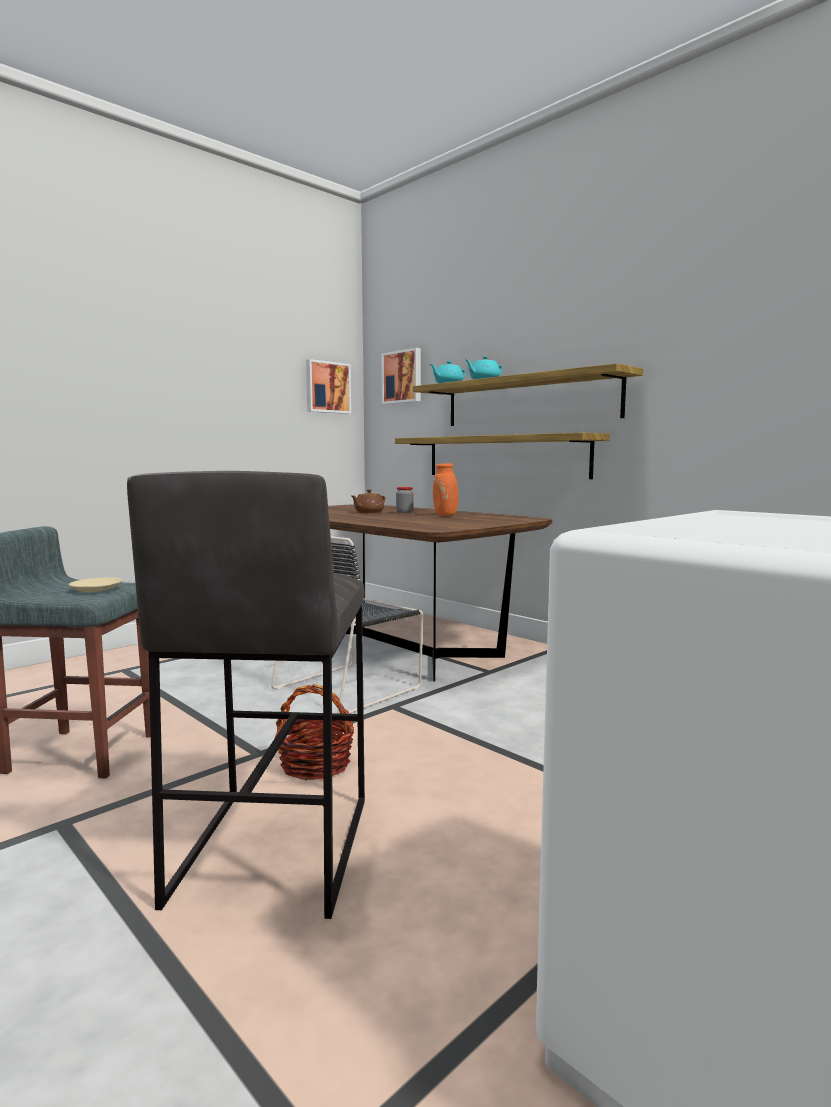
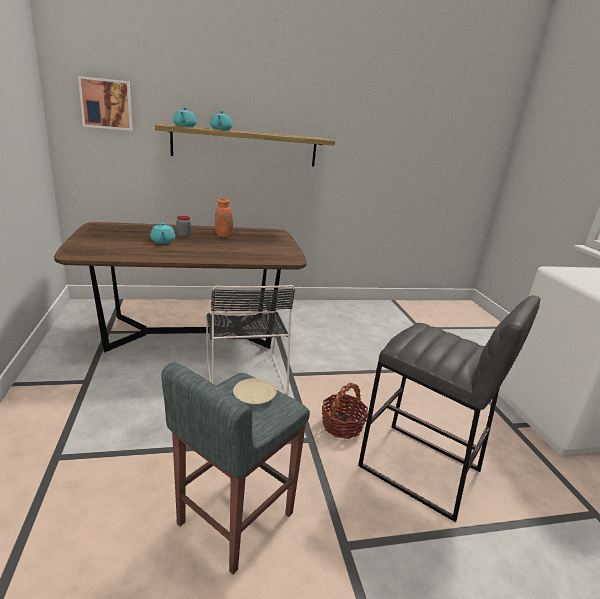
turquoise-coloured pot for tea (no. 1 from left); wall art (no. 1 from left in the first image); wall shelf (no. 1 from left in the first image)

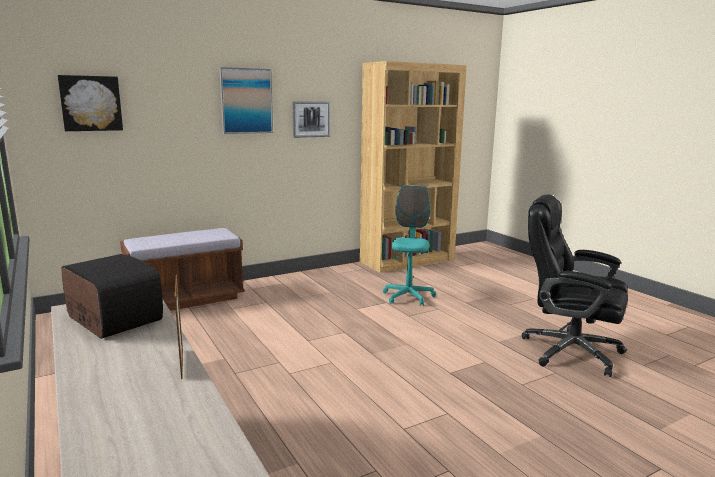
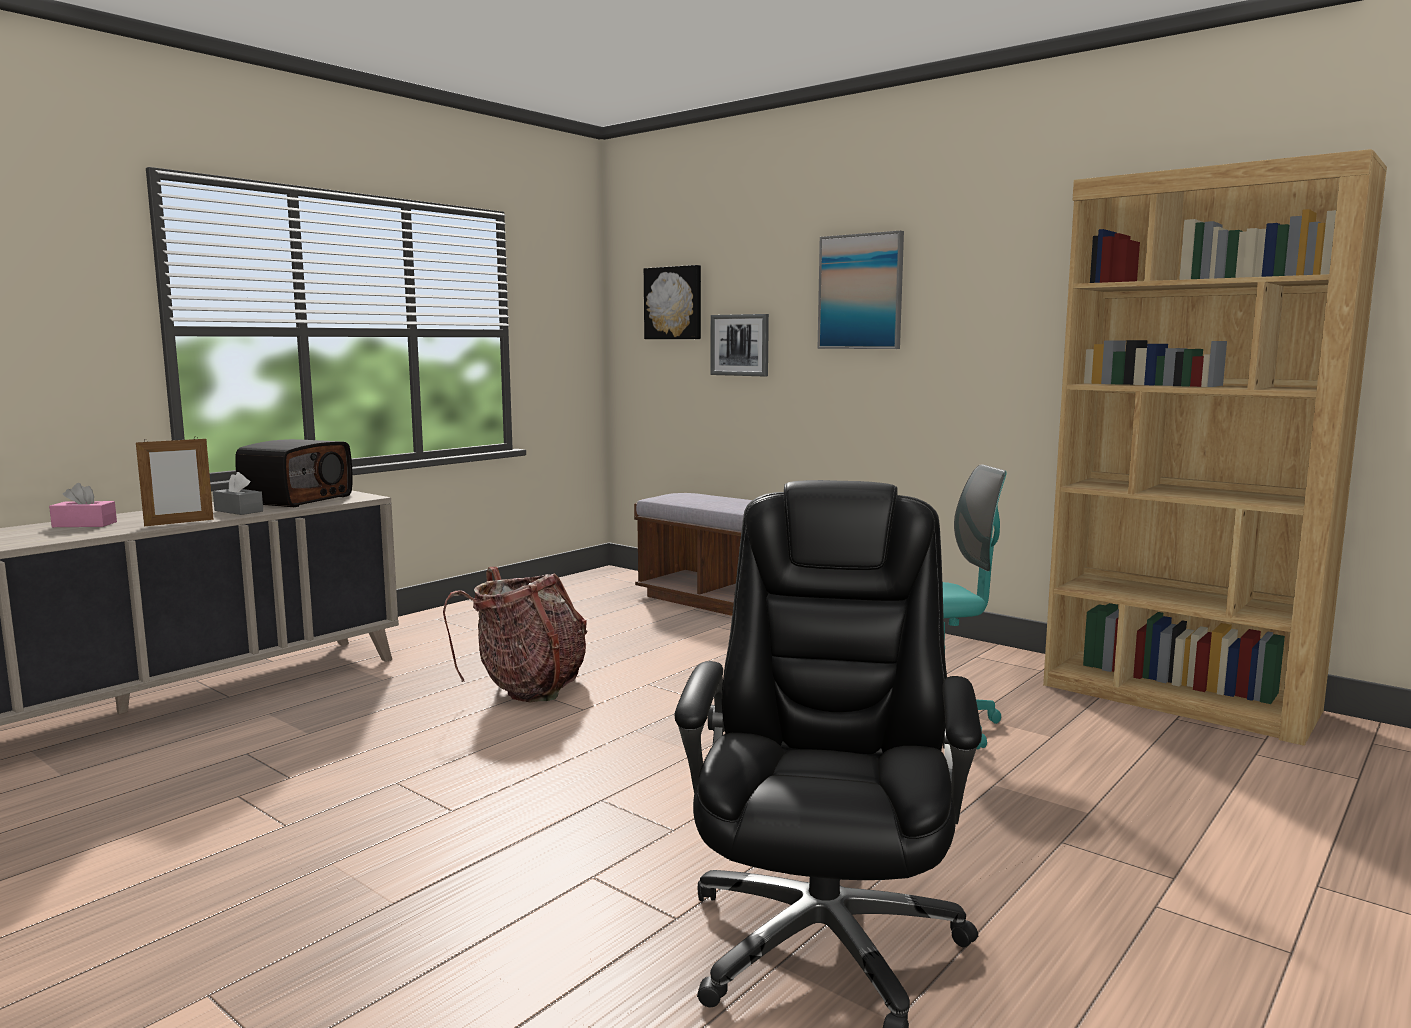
pink-coloured tissue holder; greyish tissue holder; rucksack; wall art (no. 2 from left)

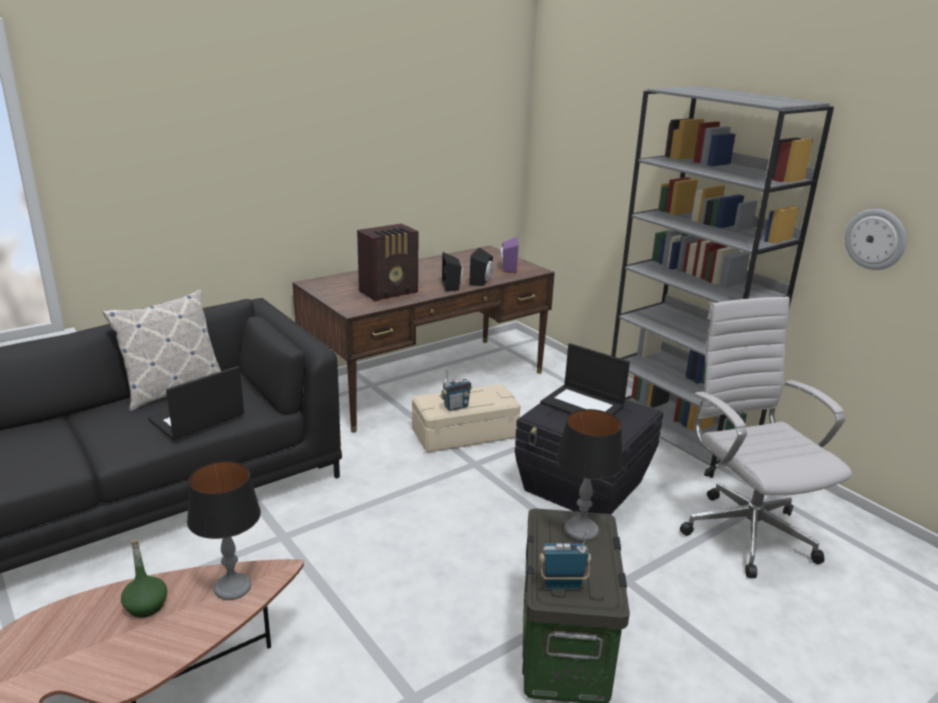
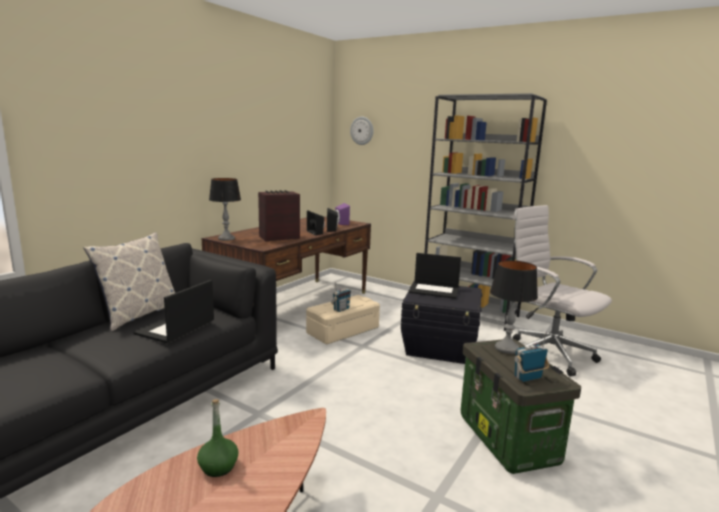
lamp for a table (no. 1 from left); radio (no. 1 from left); clock on the wall

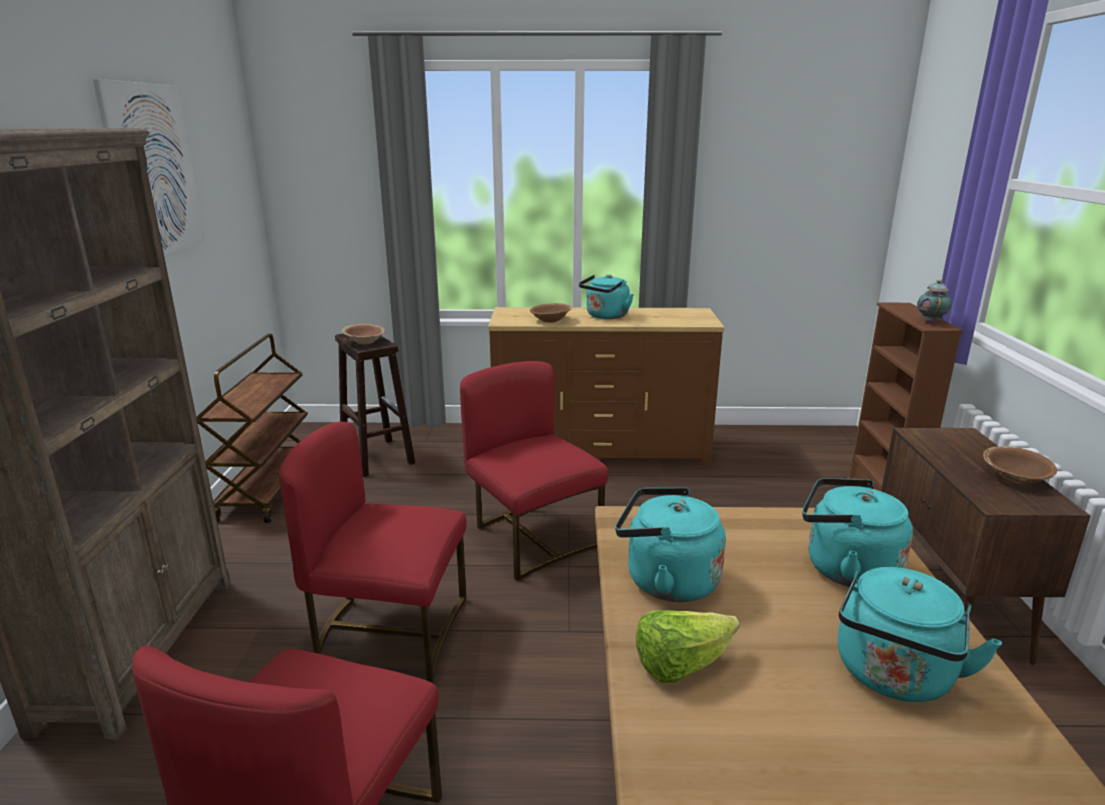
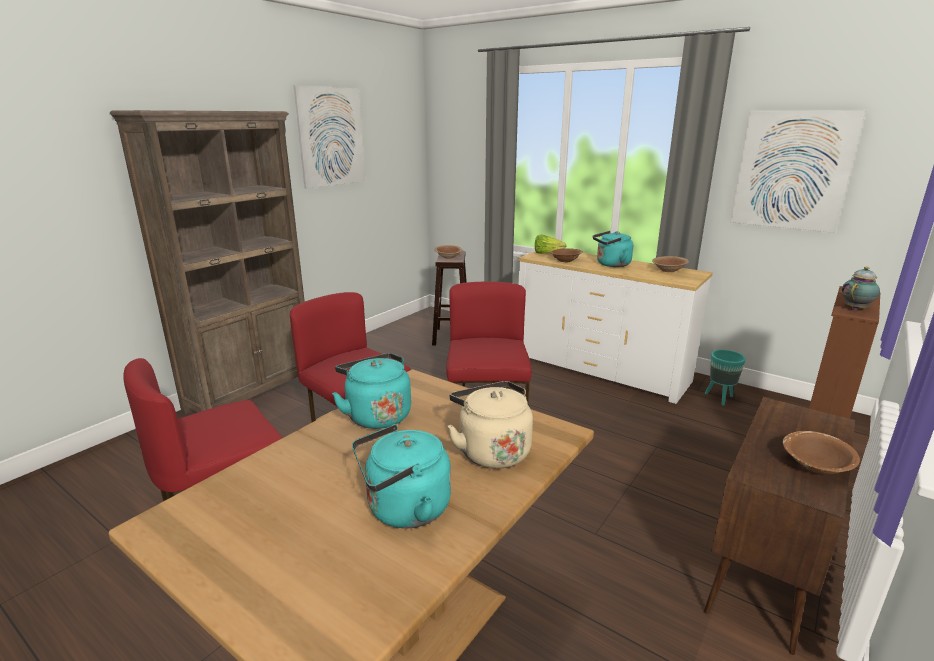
beige-coloured water kettle; white-coloured chest of drawers; lettuce; brownish serving bowl (no. 3 from left); turquoise-coloured flower pot; wall art (no. 2 from left); brownish cart

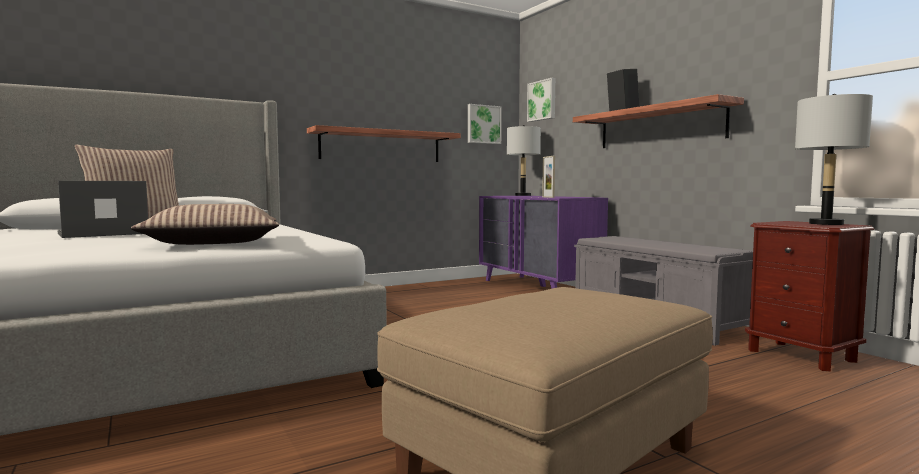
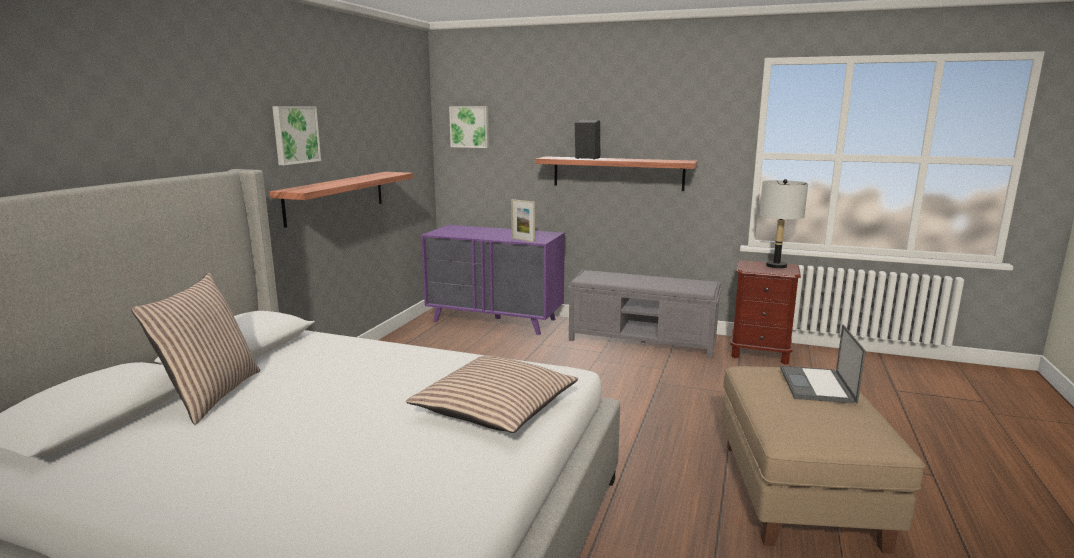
wall art (no. 1 from left); portable computer; greyish lamp for a table (no. 1 from left in the first image)

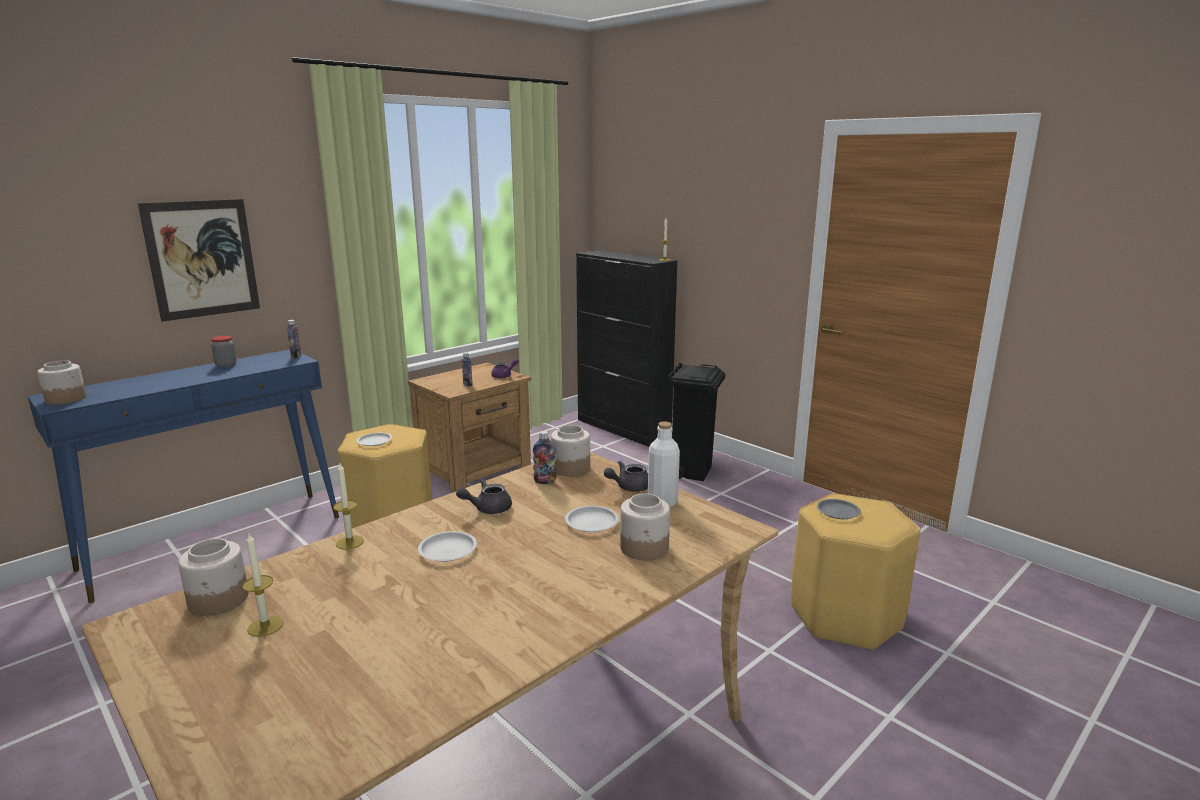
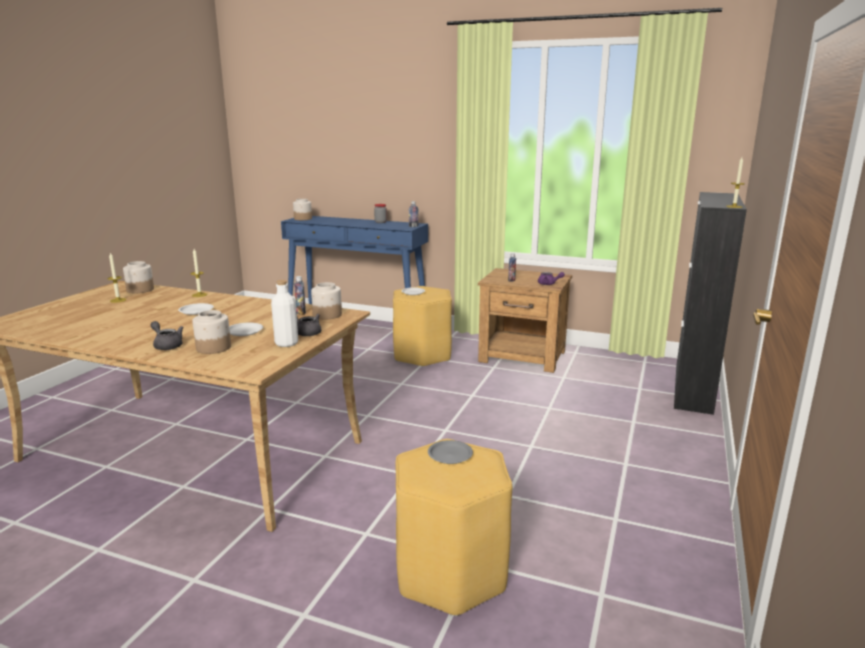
greyish pot for tea (no. 1 from left); wall art; black-coloured waste bin

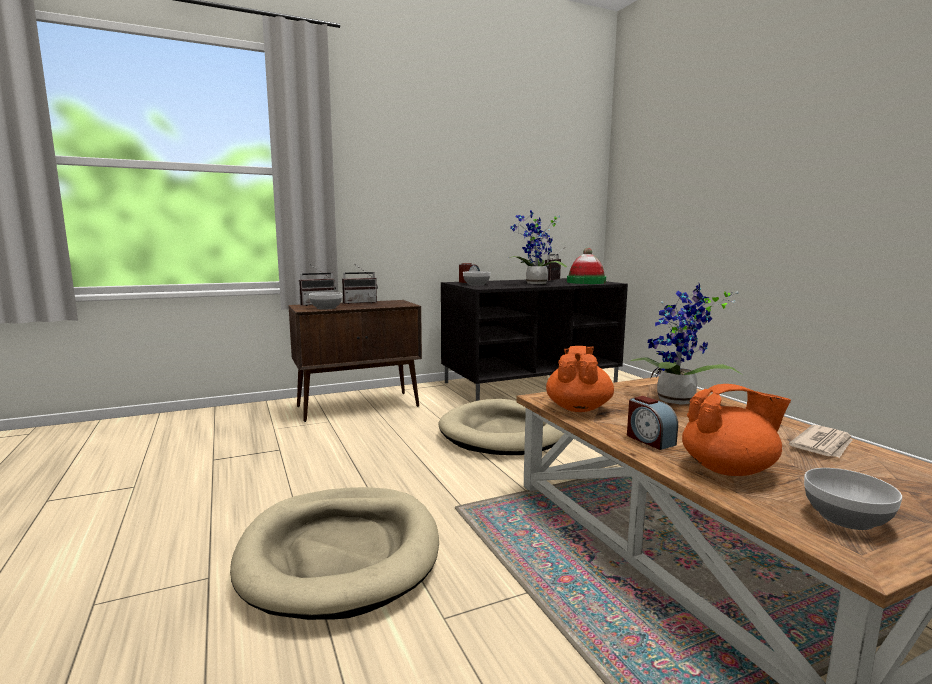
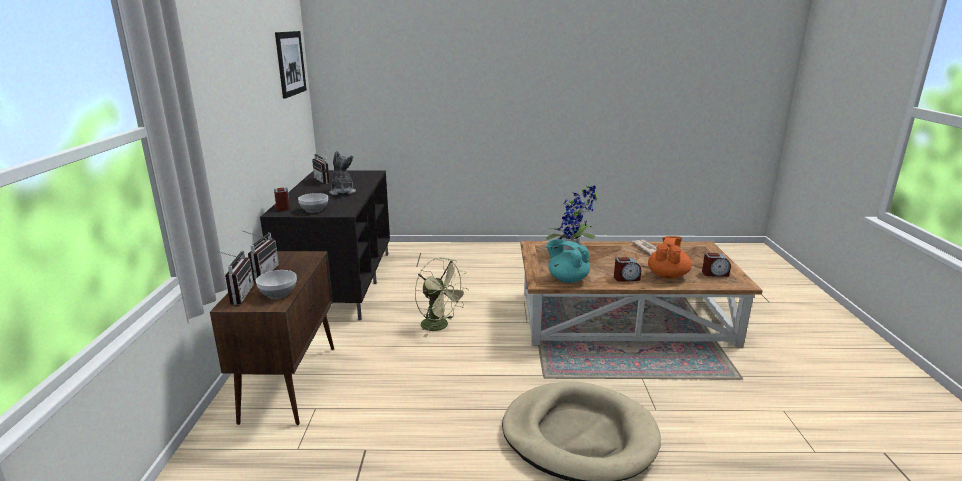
wall art; soft toy; green-coloured cooling fan; turquoise-coloured pot for tea; table clock (no. 3 from left); hat

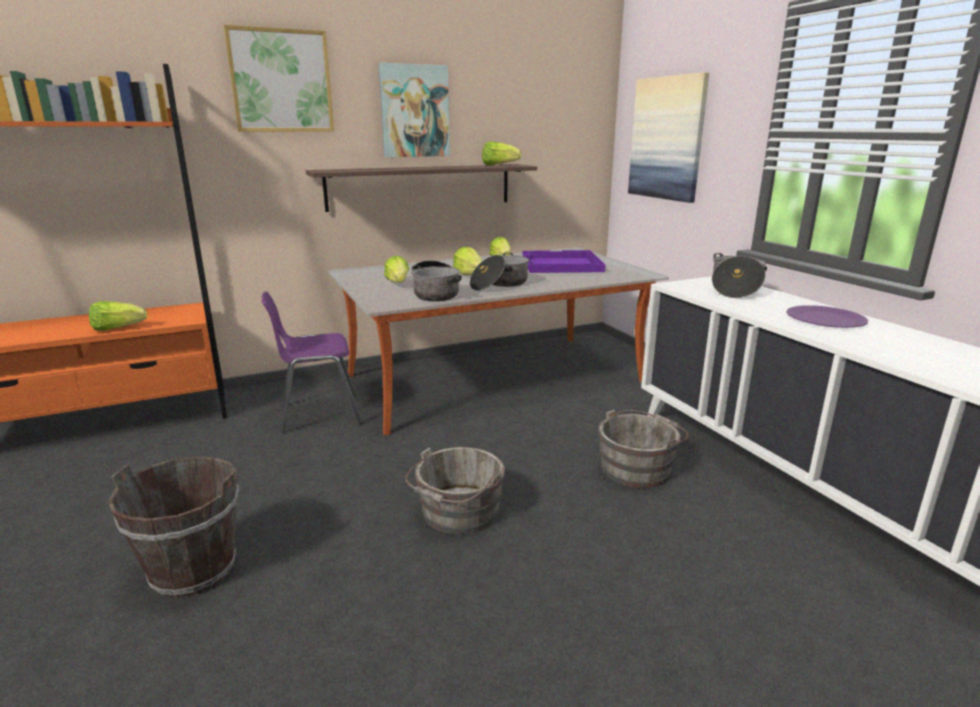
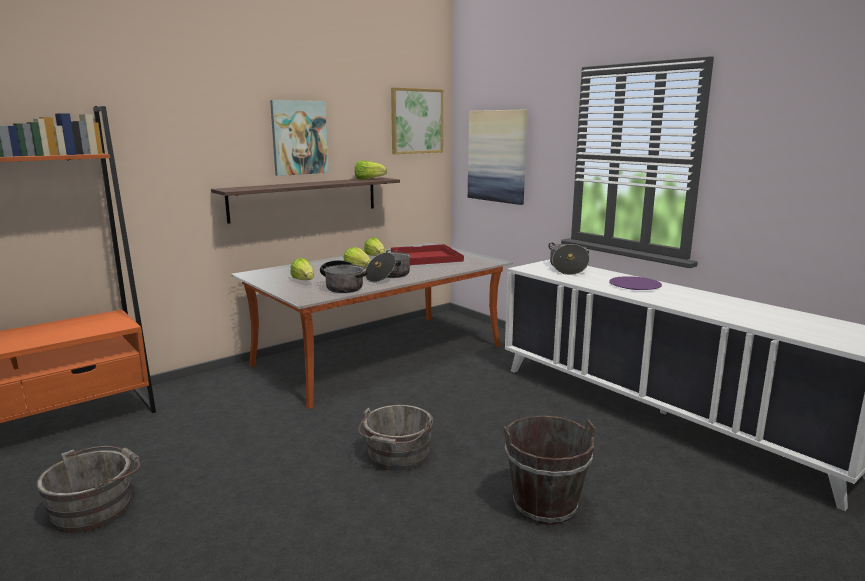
greyish water bucket (no. 1 from left); wall art (no. 2 from left); reddish tray; brownish water bucket; lettuce (no. 1 from left in the first image); purple-coloured upright chair

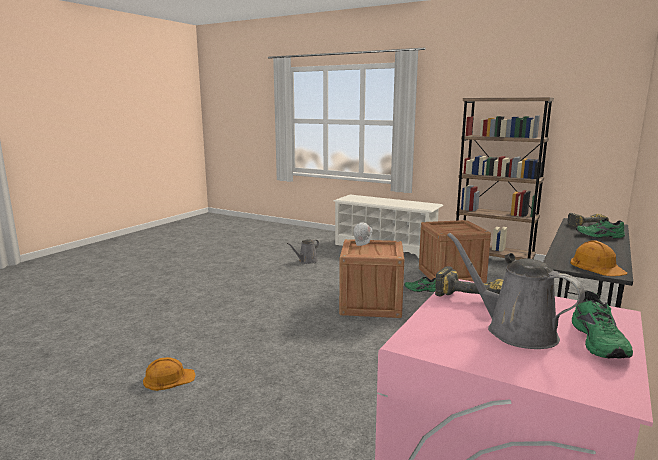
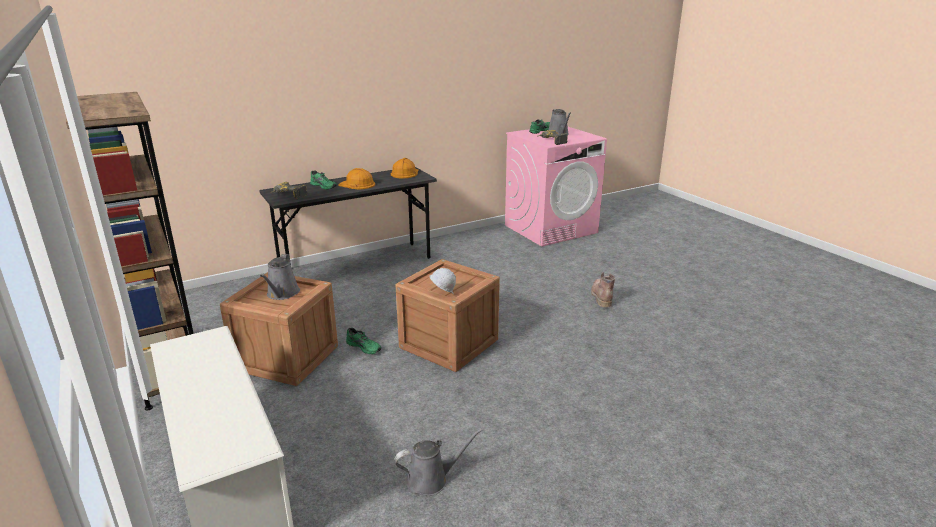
greyish watering can (no. 1 from left); orange safety helmet (no. 1 from left); brownish boot

